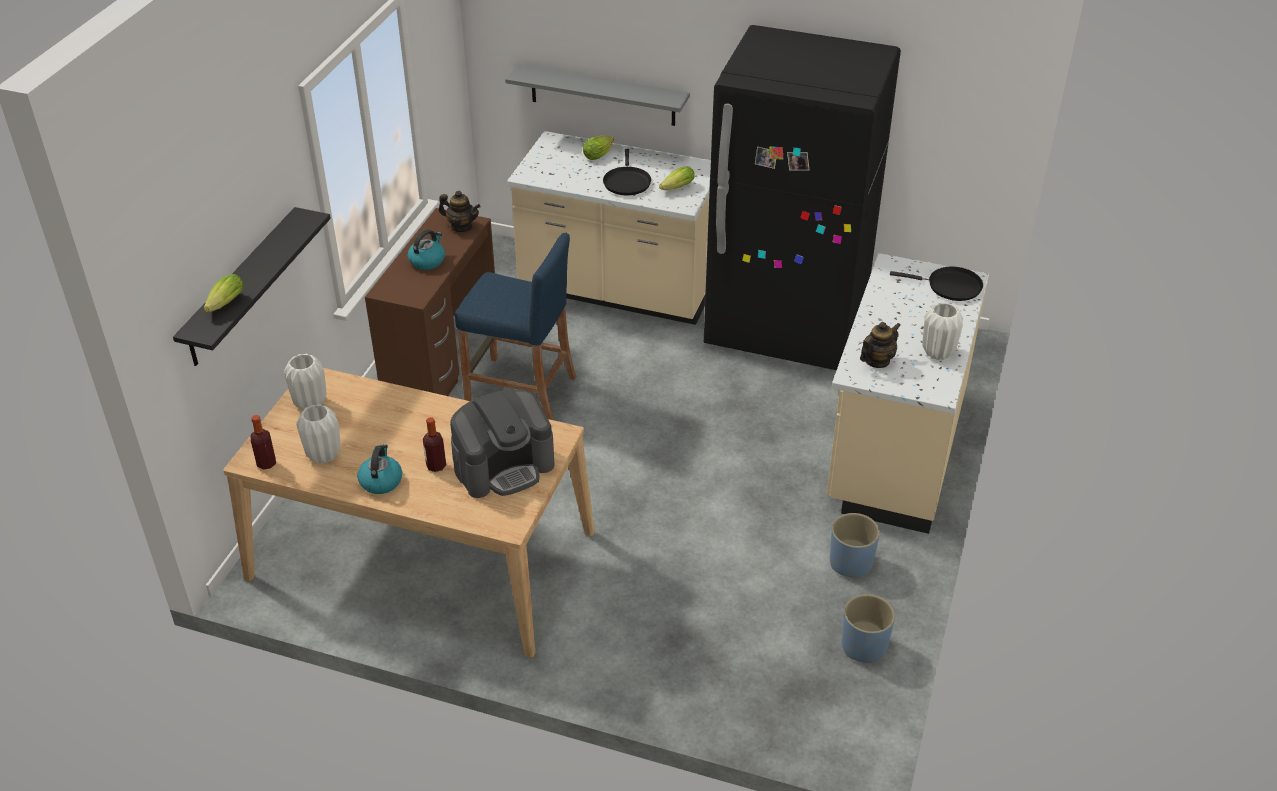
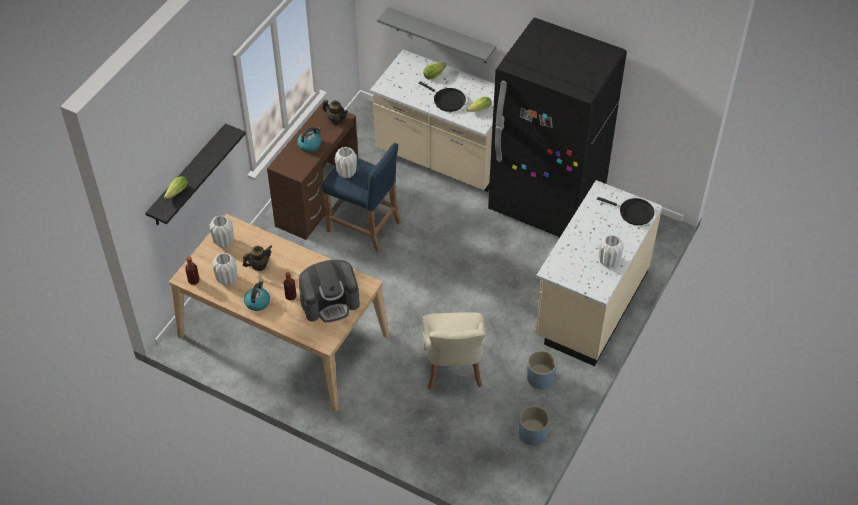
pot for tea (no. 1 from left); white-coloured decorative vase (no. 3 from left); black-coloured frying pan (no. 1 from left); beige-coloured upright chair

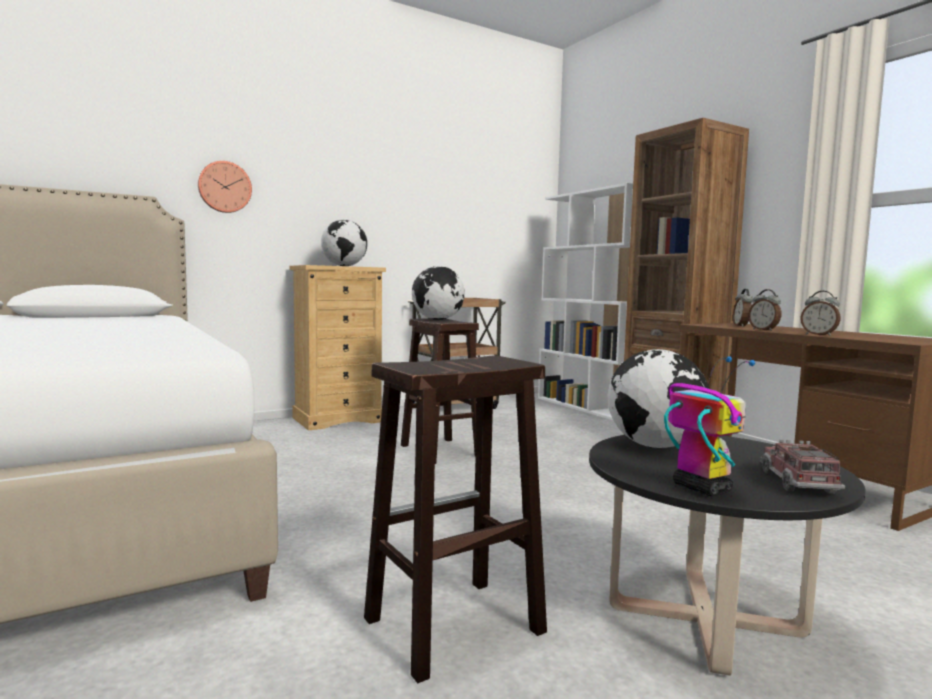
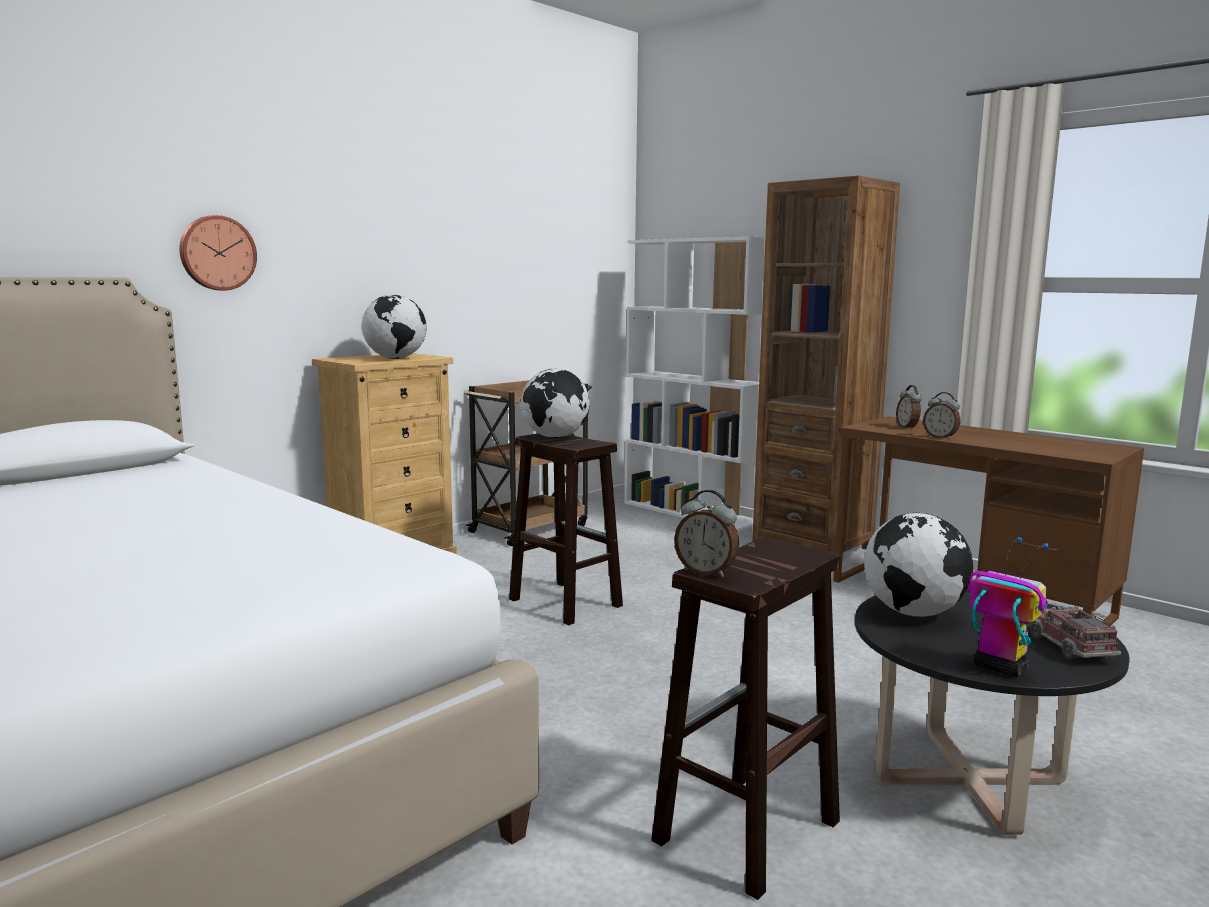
table clock (no. 1 from left)

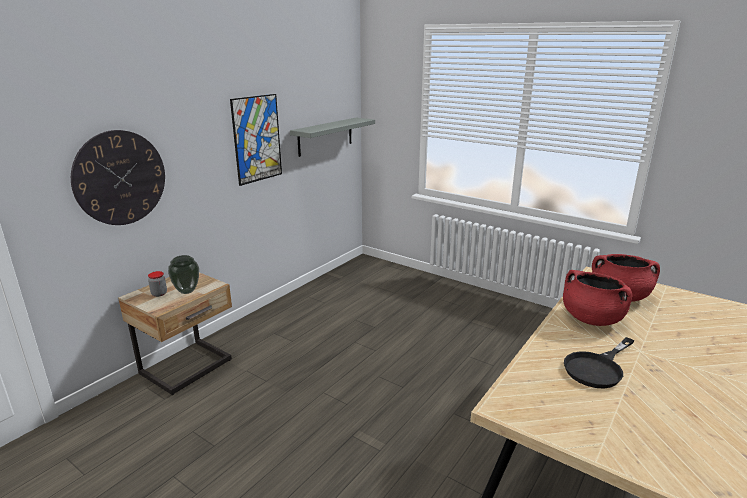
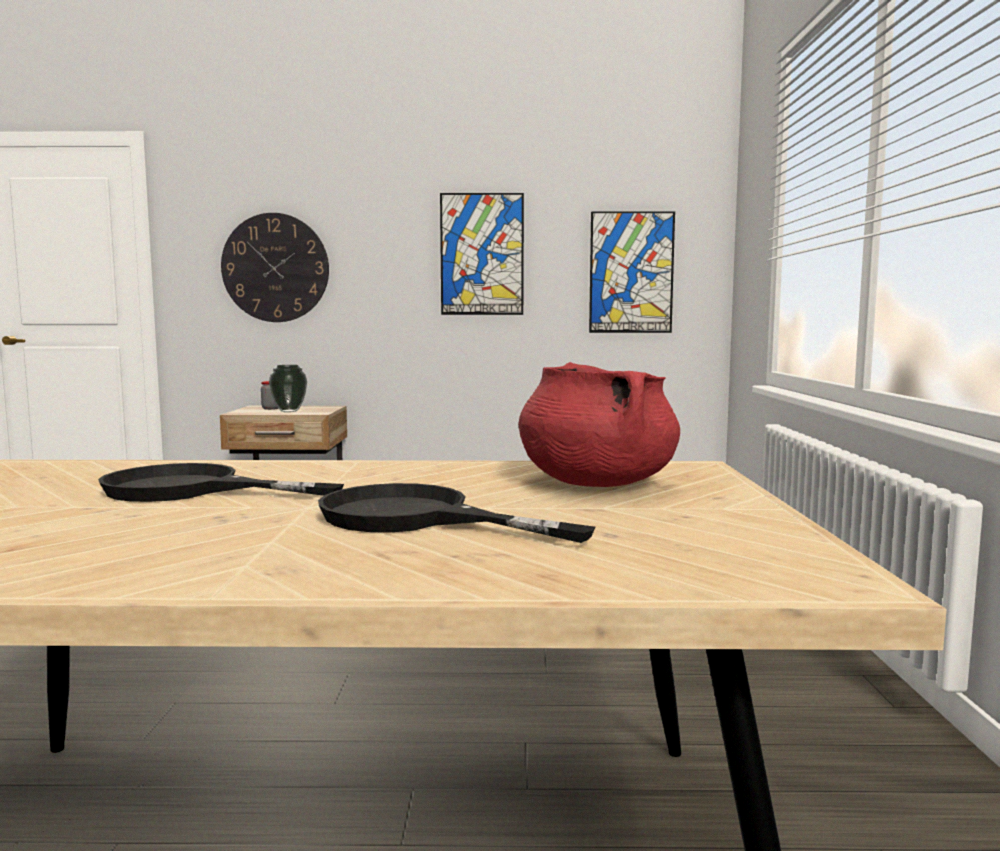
black-coloured frying pan (no. 2 from left); wall art (no. 2 from left); reddish stockpot (no. 1 from left in the first image)

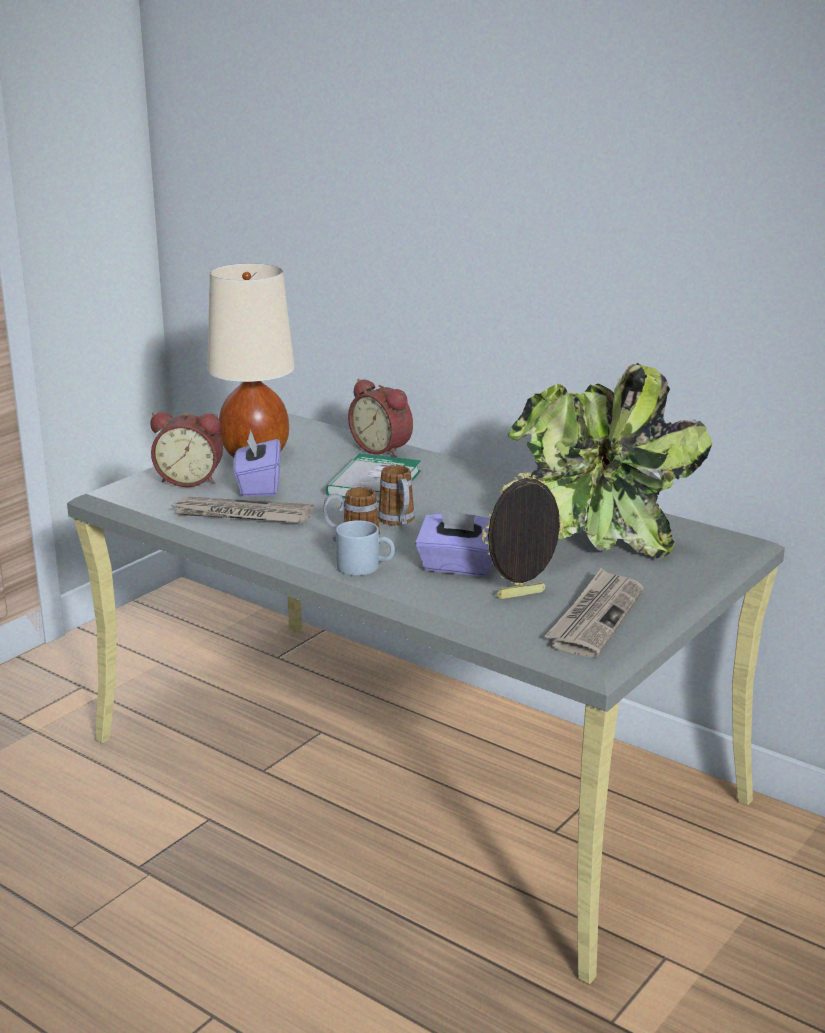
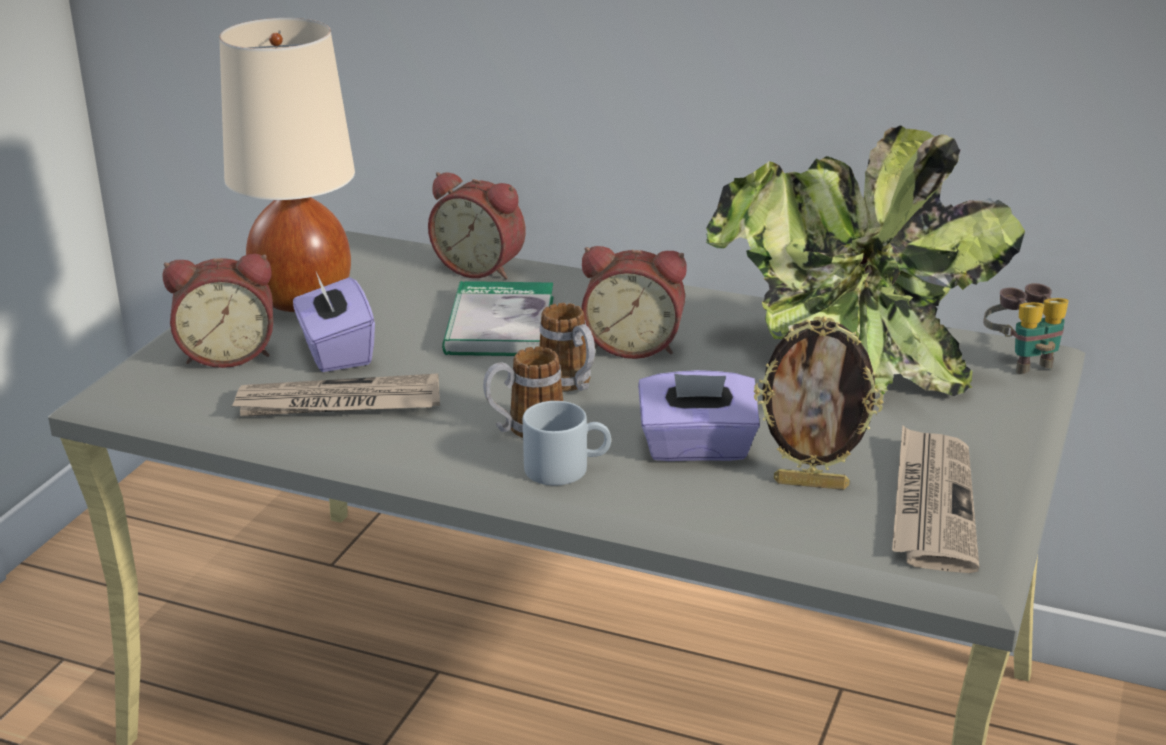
table clock (no. 3 from left); picture frame; field glasses

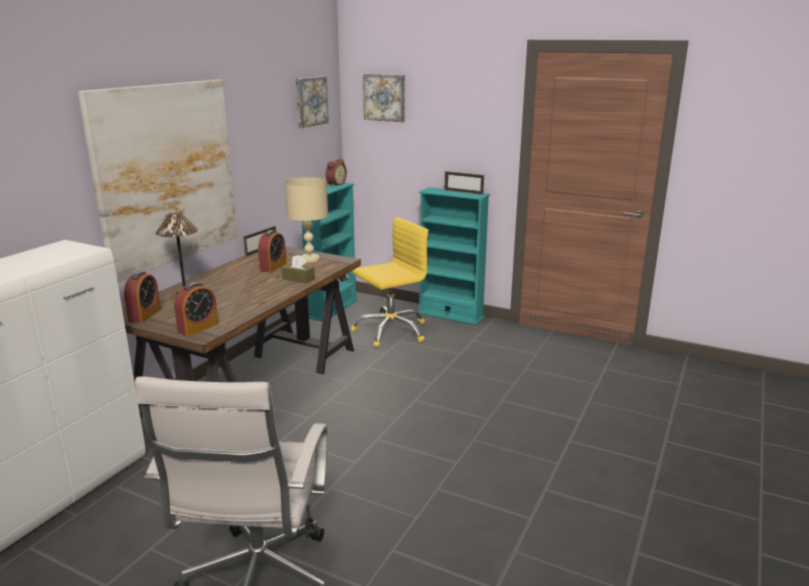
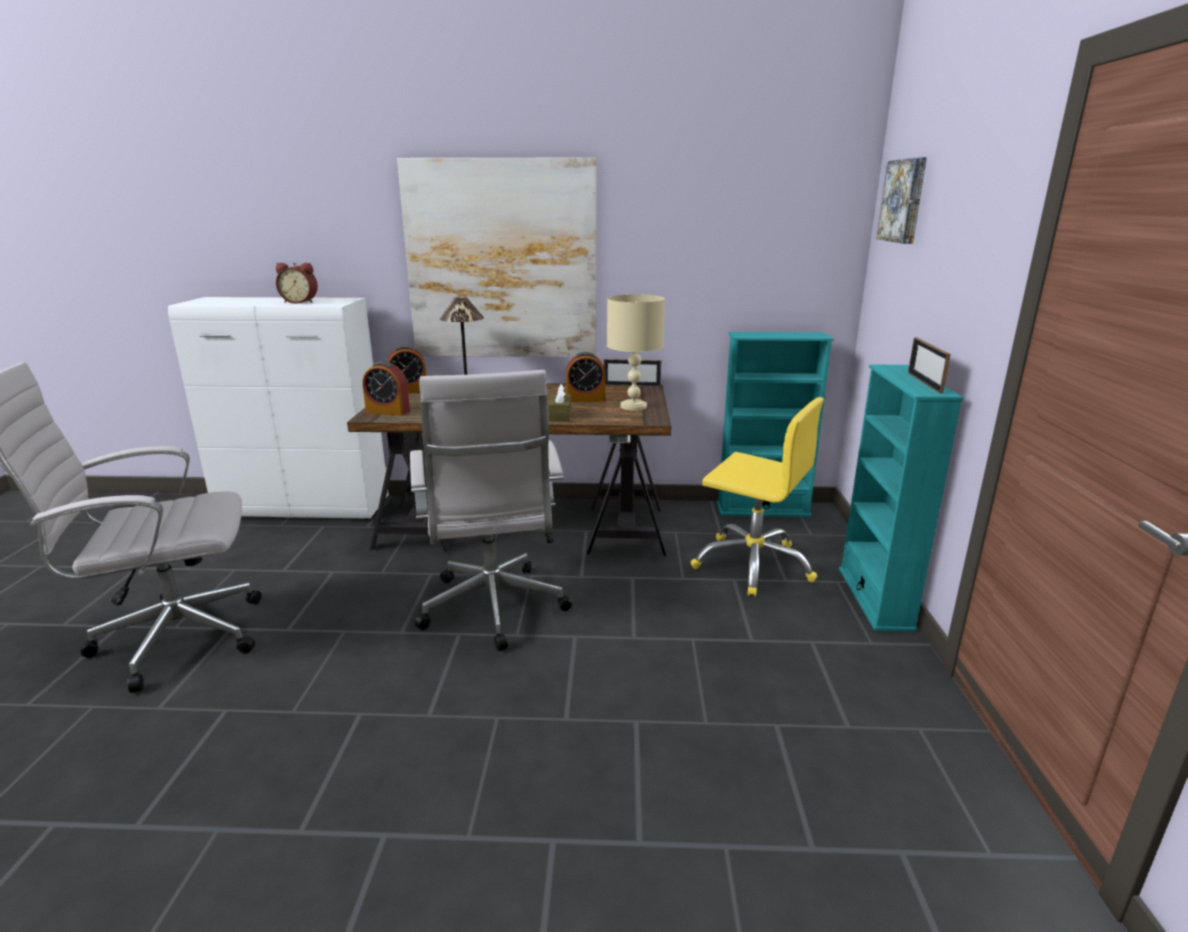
table clock (no. 1 from left); white-coloured office chair (no. 2 from left); wall art (no. 2 from left in the first image)

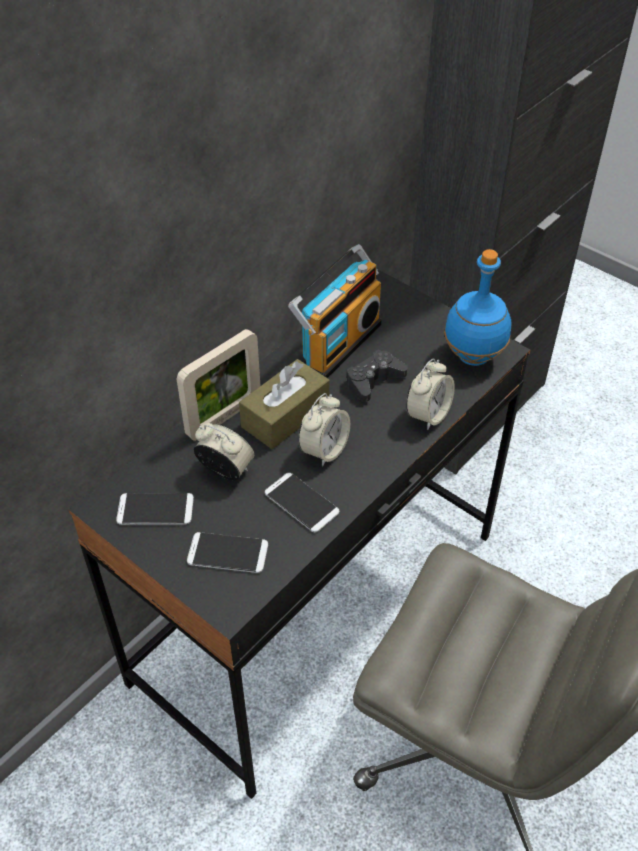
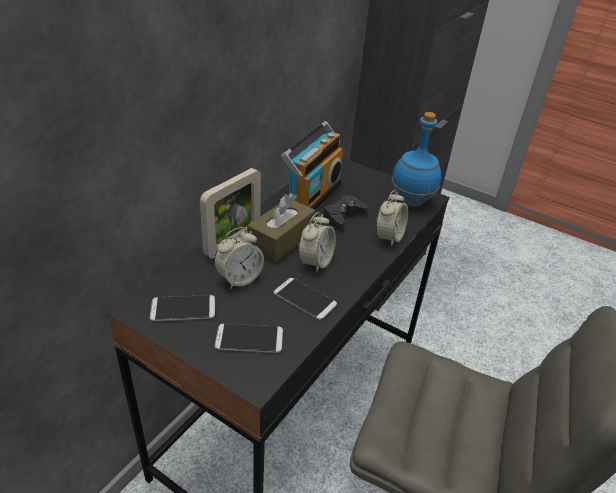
table clock (no. 1 from left)

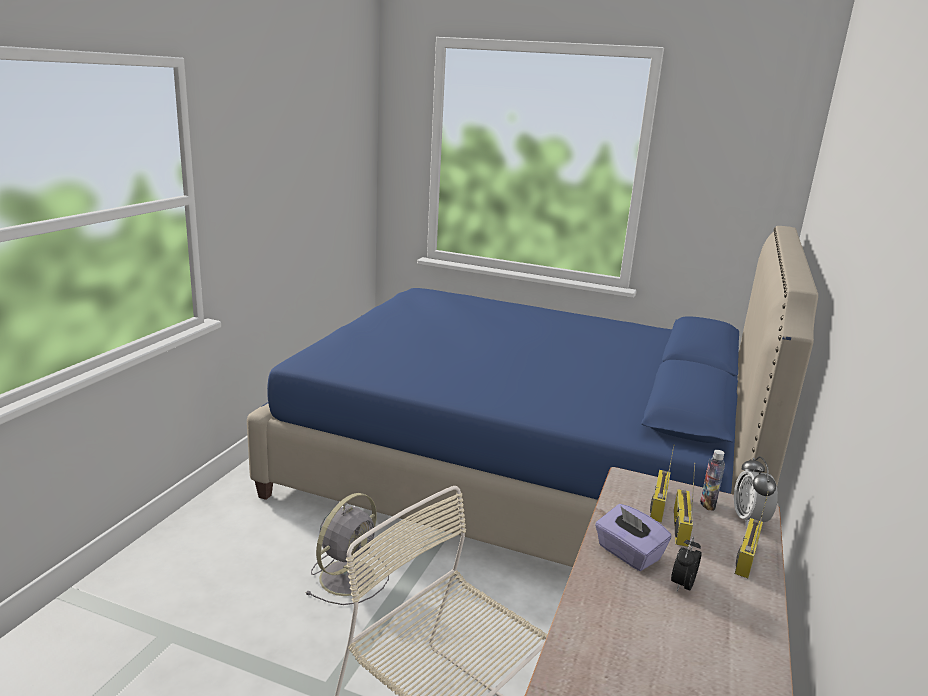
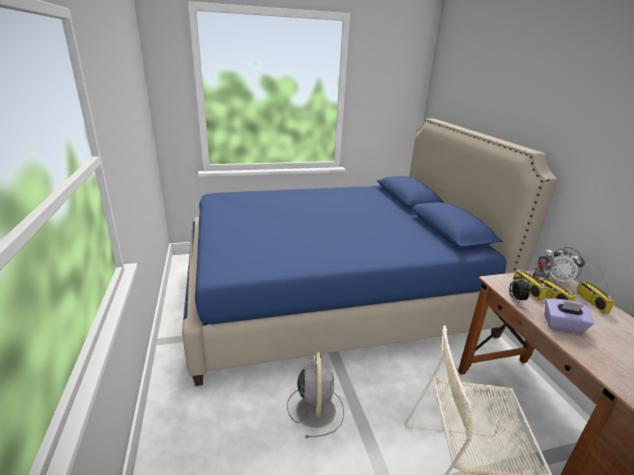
table clock (no. 1 from left)

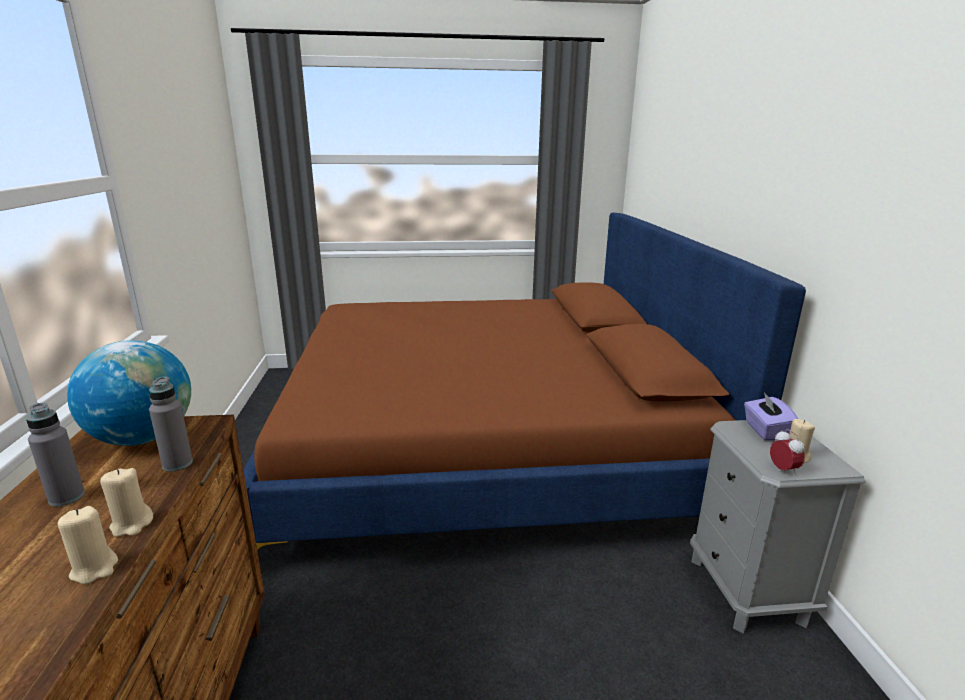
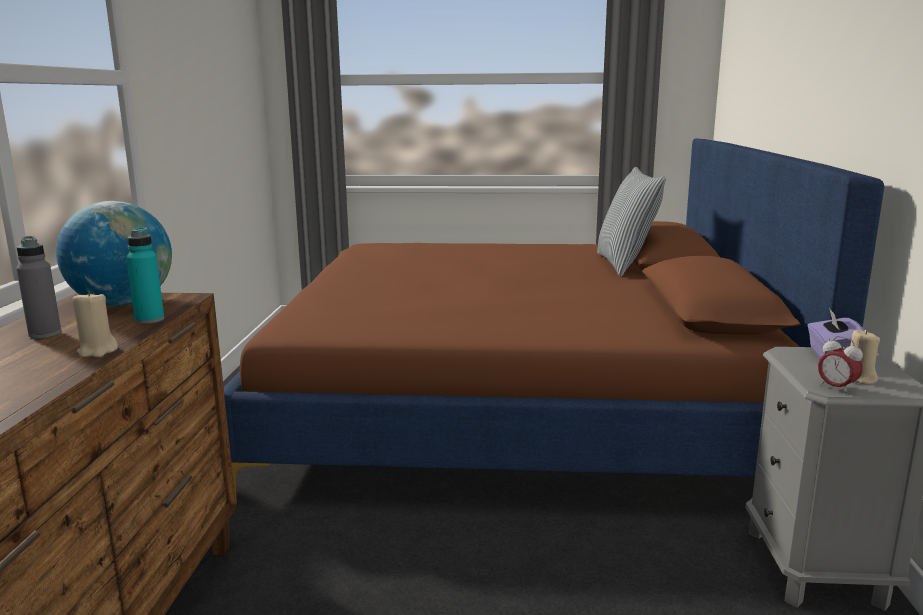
turquoise-coloured drink bottle; pillow; table clock; beige-coloured candle (no. 1 from left in the first image)

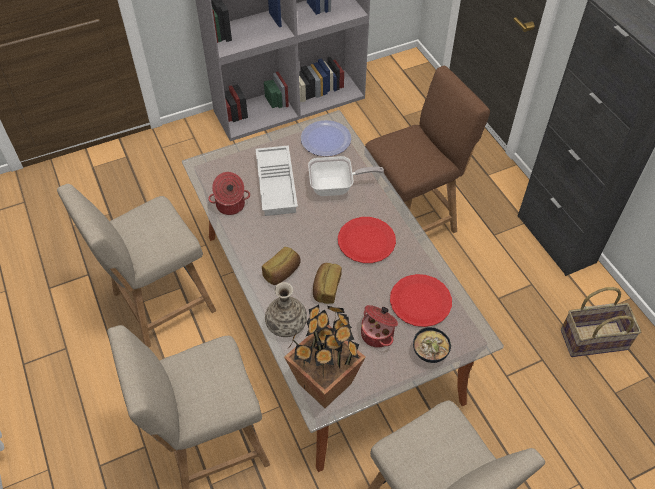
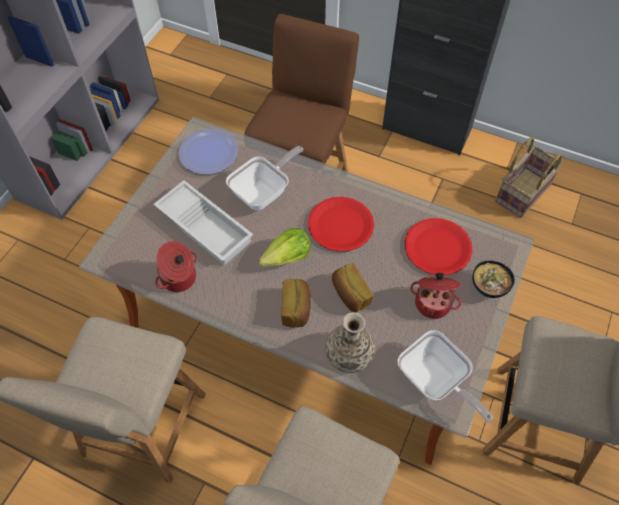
lettuce; frying pan (no. 2 from left)

